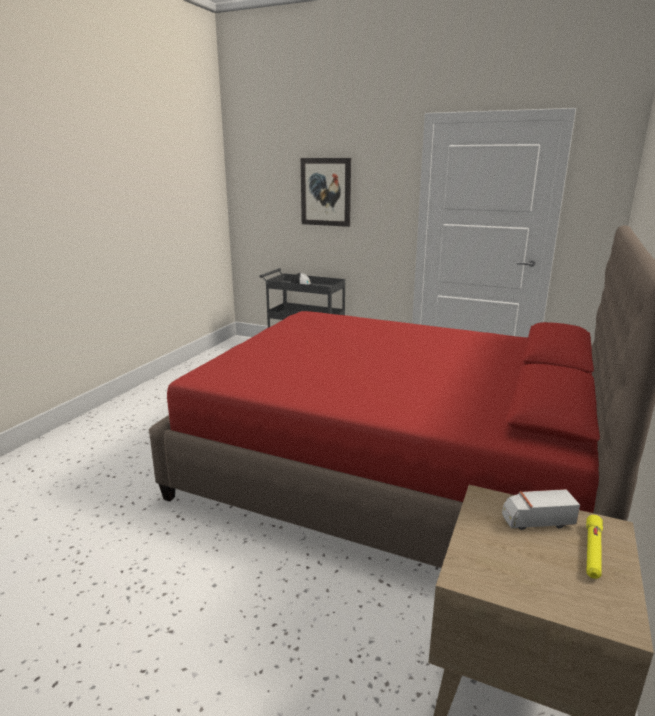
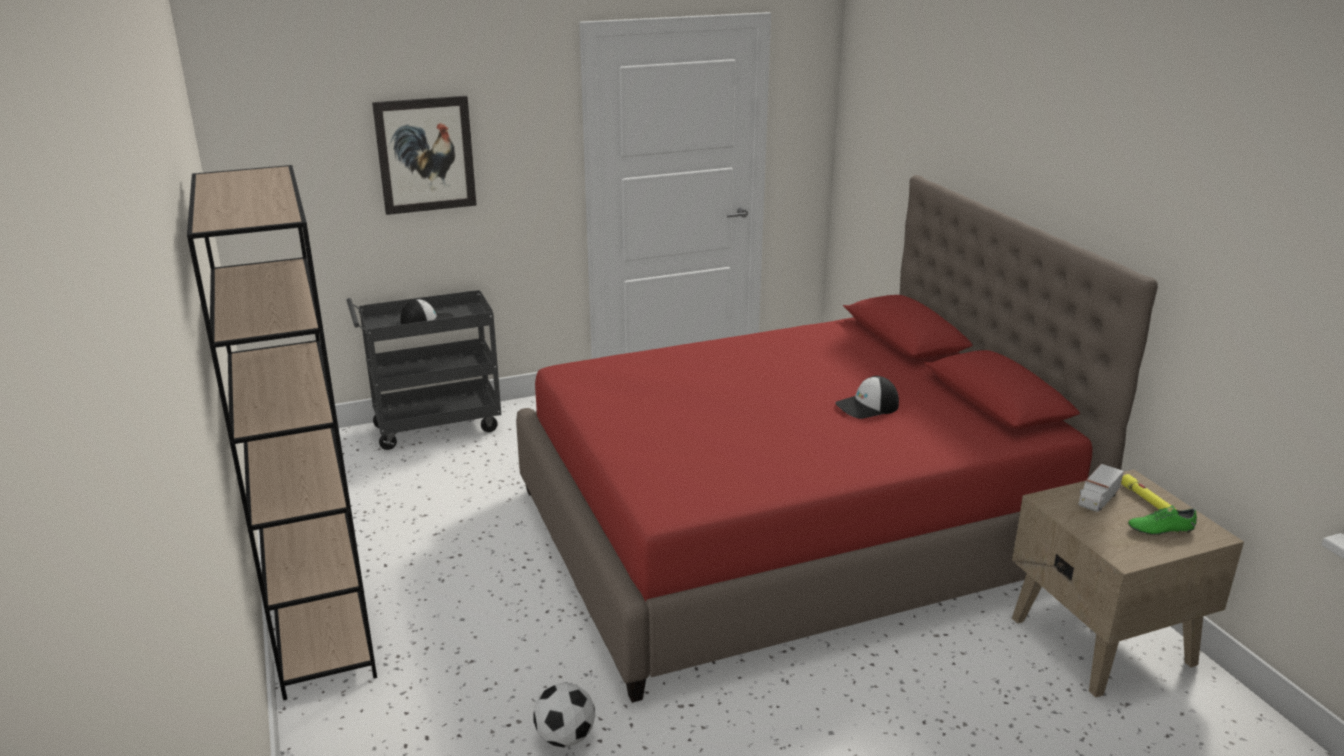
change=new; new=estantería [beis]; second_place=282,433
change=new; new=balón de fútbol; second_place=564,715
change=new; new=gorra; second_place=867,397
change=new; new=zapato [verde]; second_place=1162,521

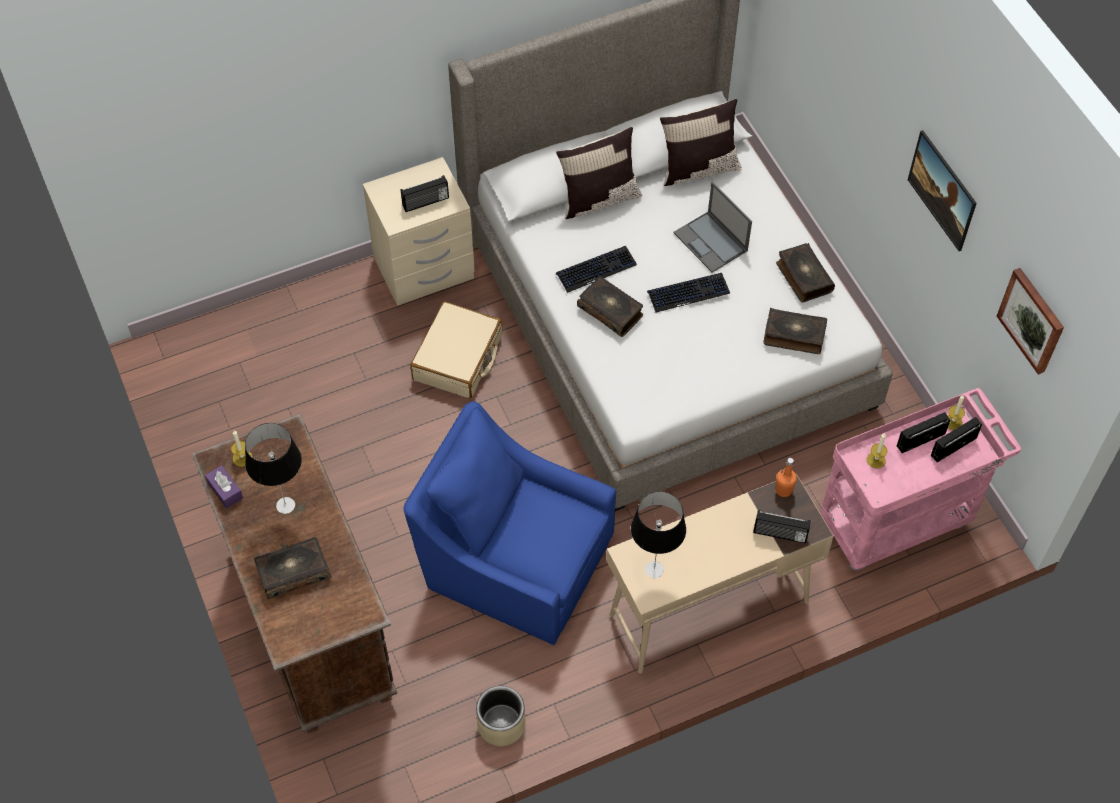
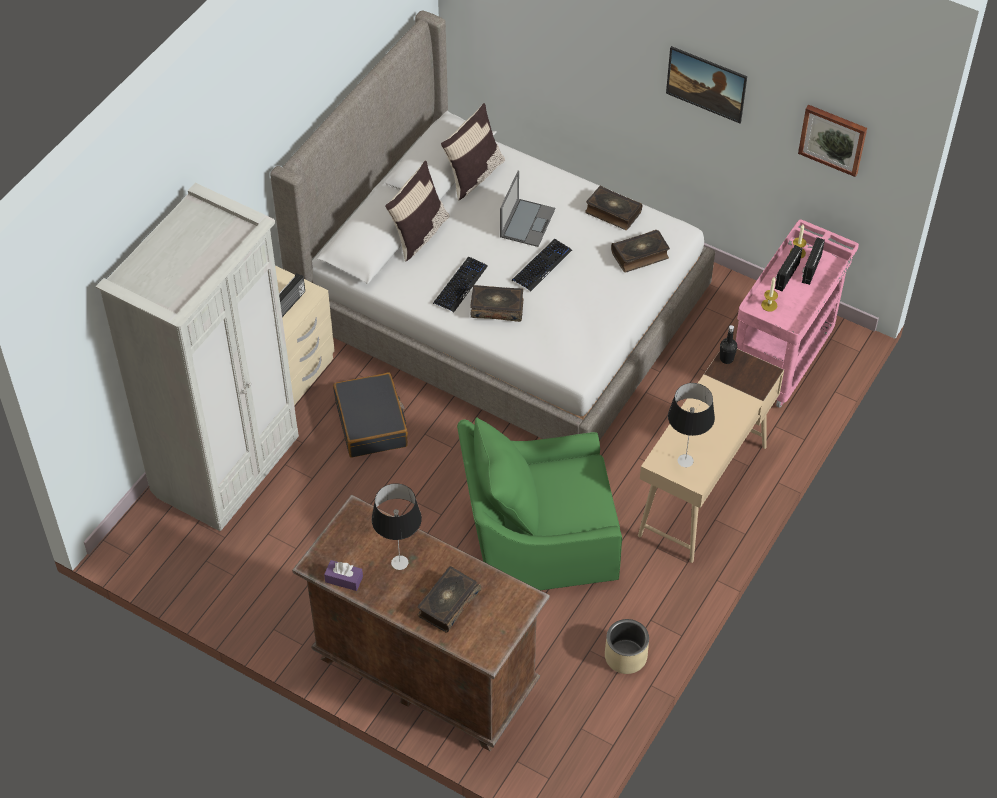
change=new; new=armario ropero [blanco]; second_place=197,357
change=repainted; old=maleta [beis]; new=maleta [negro]; first_place=456,350; second_place=370,415
change=repainted; old=sillón [azul]; new=sillón [verde]; first_place=510,523; second_place=539,503
change=rotated; old=portátil; first_place=713,227; second_place=527,209; degrees=-90
change=repainted; old=botella [naranja]; new=botella [negro]; first_place=786,477; second_place=728,344
change=gone; old=vela; first_place=242,448
change=gone; old=radio; first_place=782,526

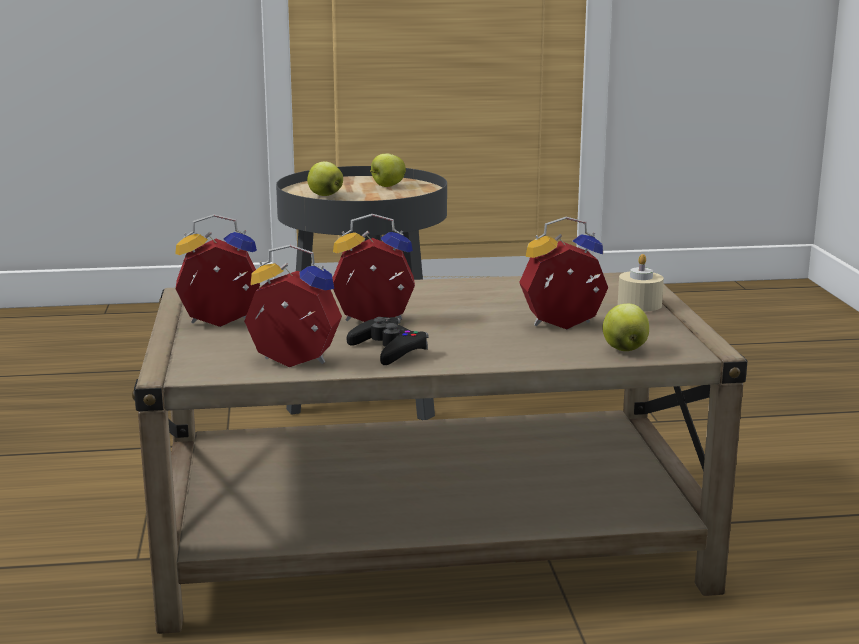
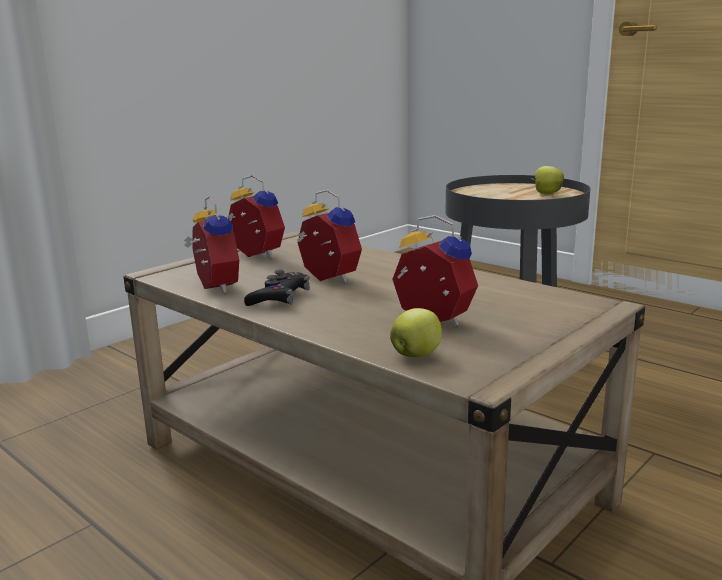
change=gone; old=manzana; first_place=325,178
change=gone; old=vela [beis]; first_place=641,283

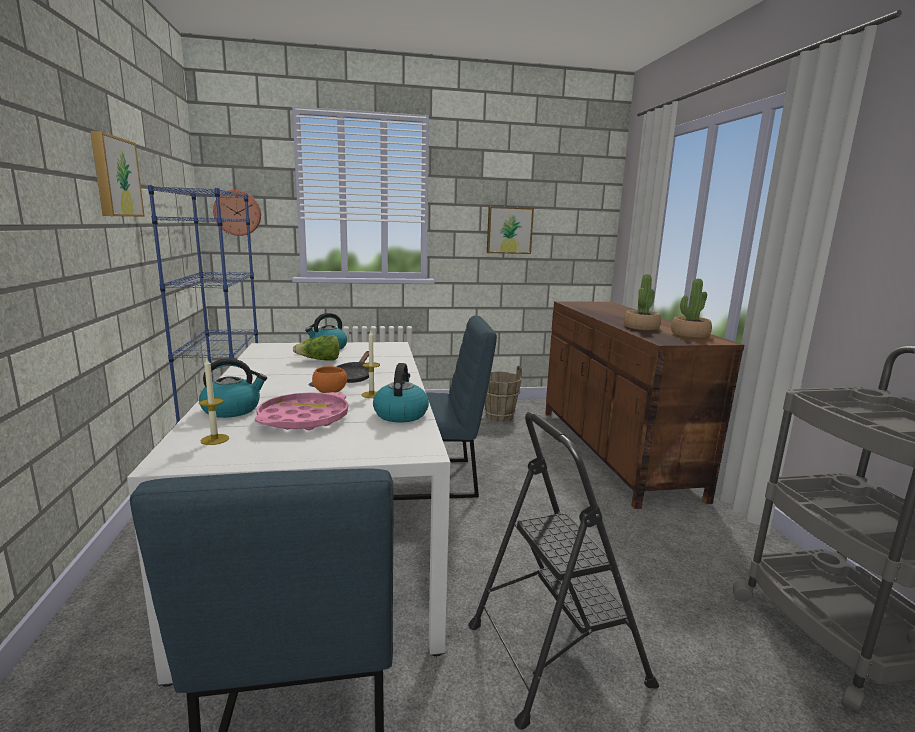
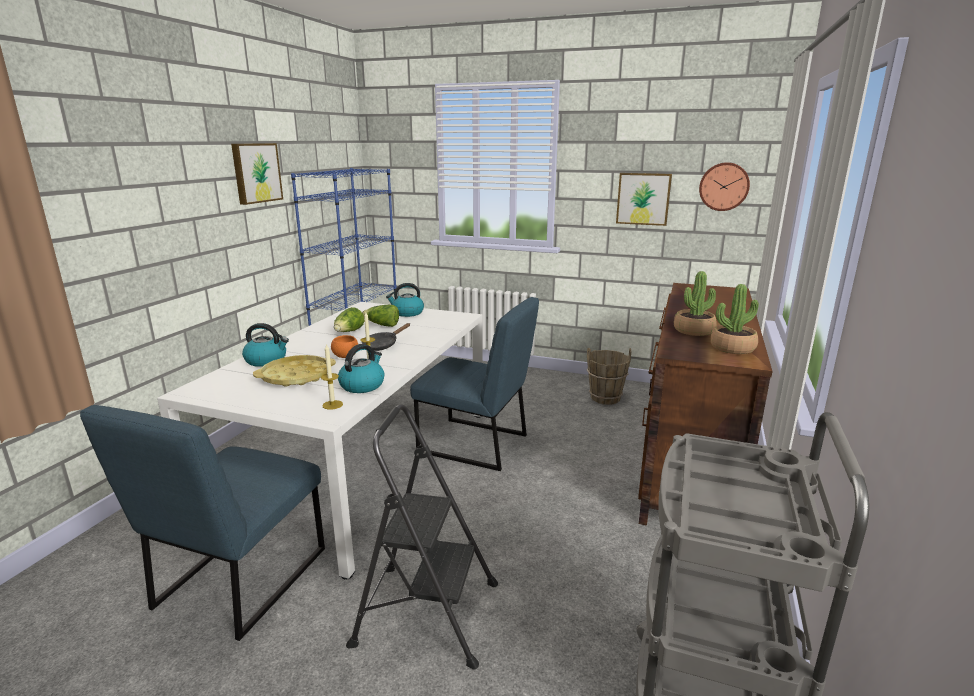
change=repainted; old=bandeja [rosa]; new=bandeja [amarillo]; first_place=301,411; second_place=294,371
change=shifted; old=vela; first_place=214,401; second_place=332,377
change=new; new=lechuga; second_place=349,319
change=shifted; old=reloj de pared; first_place=237,213; second_place=724,186

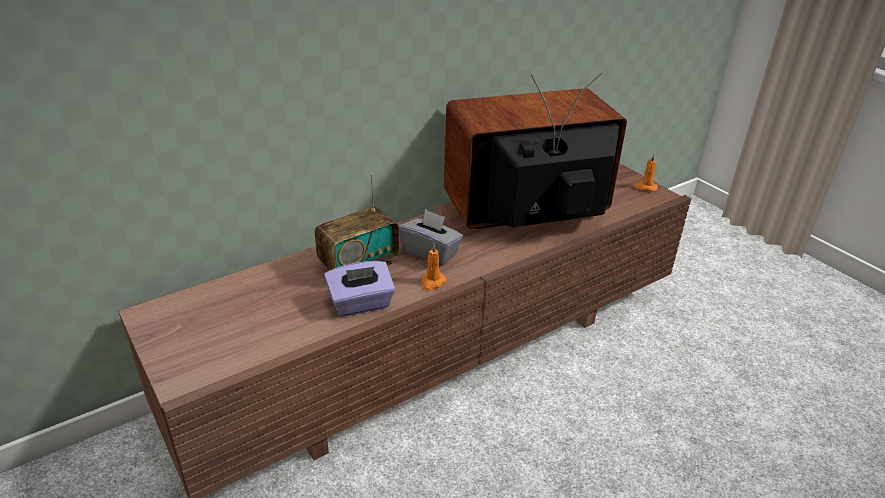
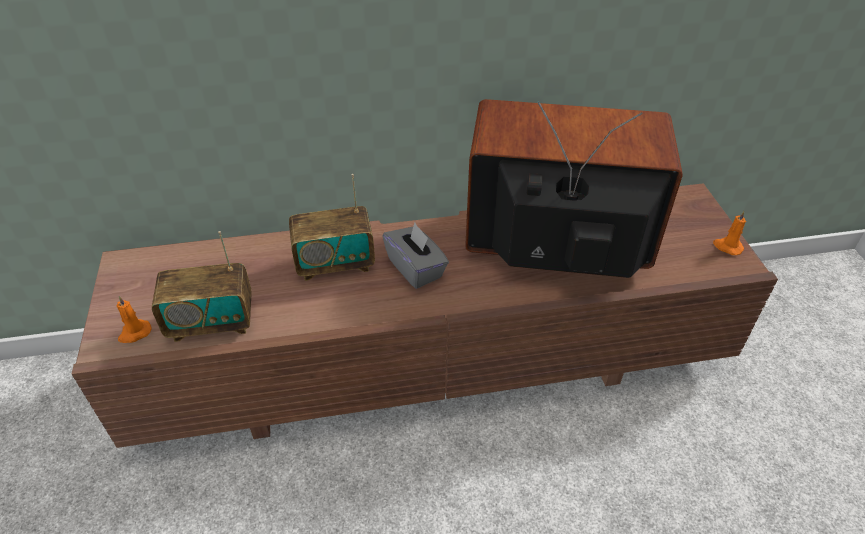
change=shifted; old=vela [naranja]; first_place=433,267; second_place=134,319
change=new; new=radio; second_place=202,286
change=gone; old=caja de pañuelos [morado]; first_place=359,289

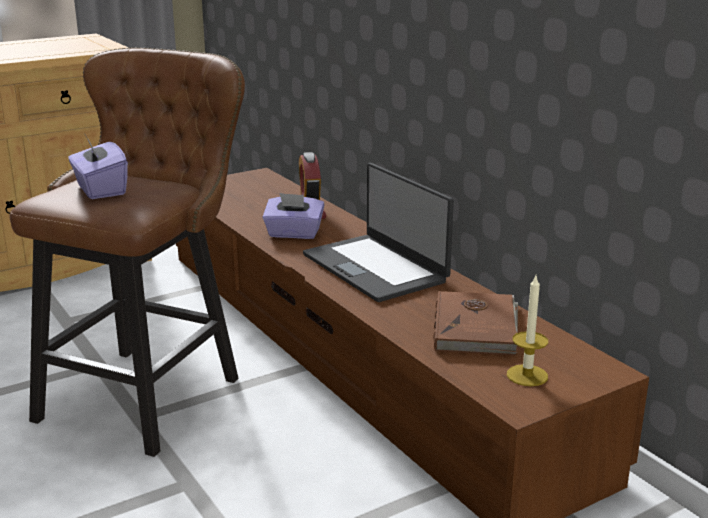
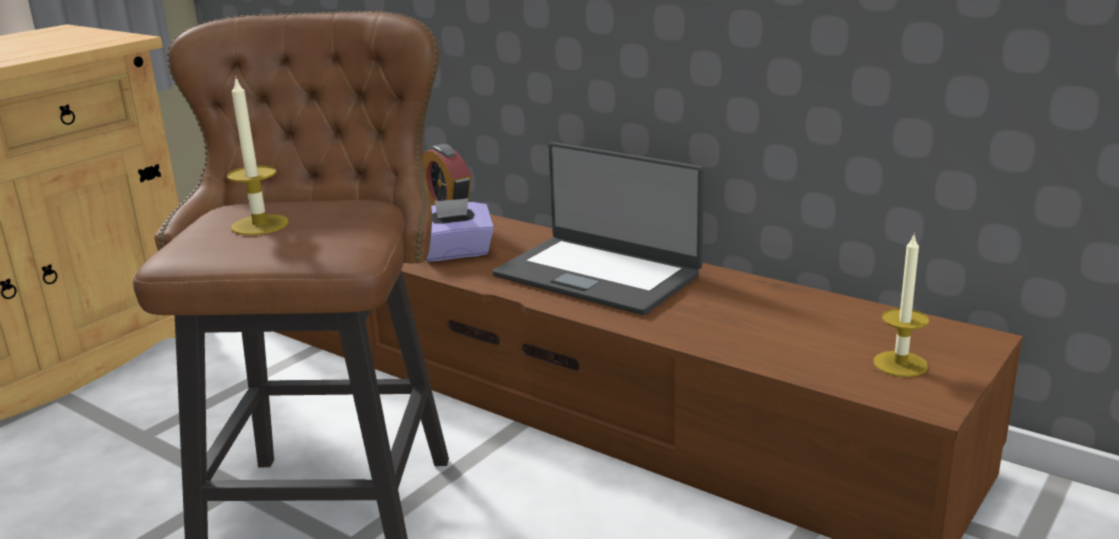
change=swapped; old=caja de pañuelos [morado]; new=vela; first_place=98,166; second_place=257,155
change=gone; old=libro [marrón]; first_place=475,323

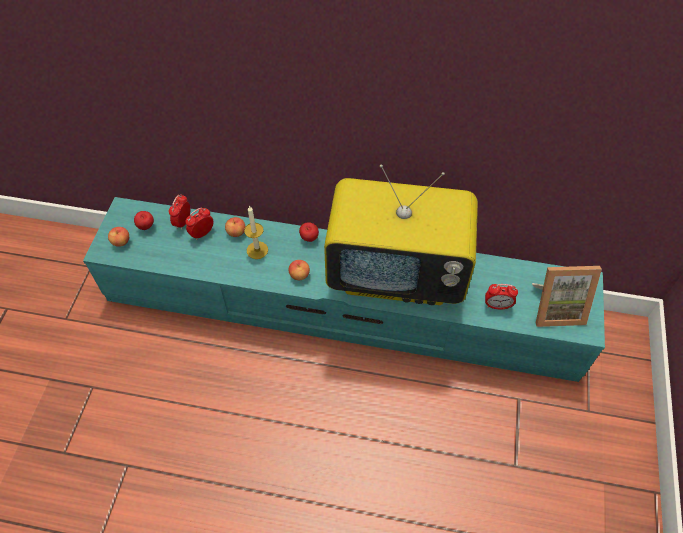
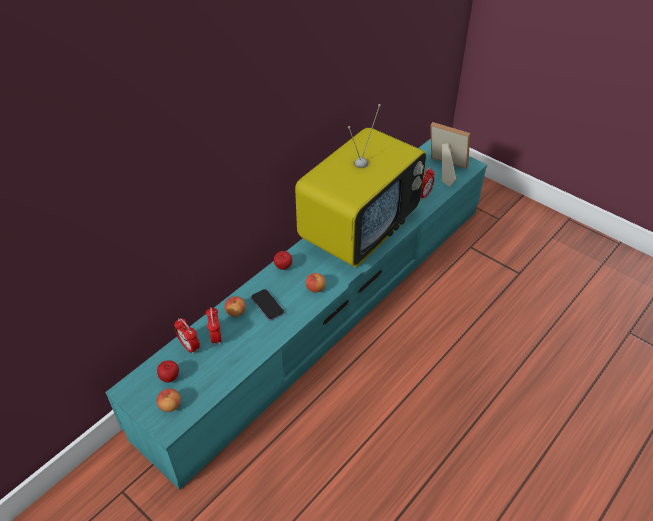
change=swapped; old=vela; new=móvil; first_place=256,232; second_place=267,305
change=rotated; old=portarretratos; first_place=567,296; second_place=450,154; degrees=-90

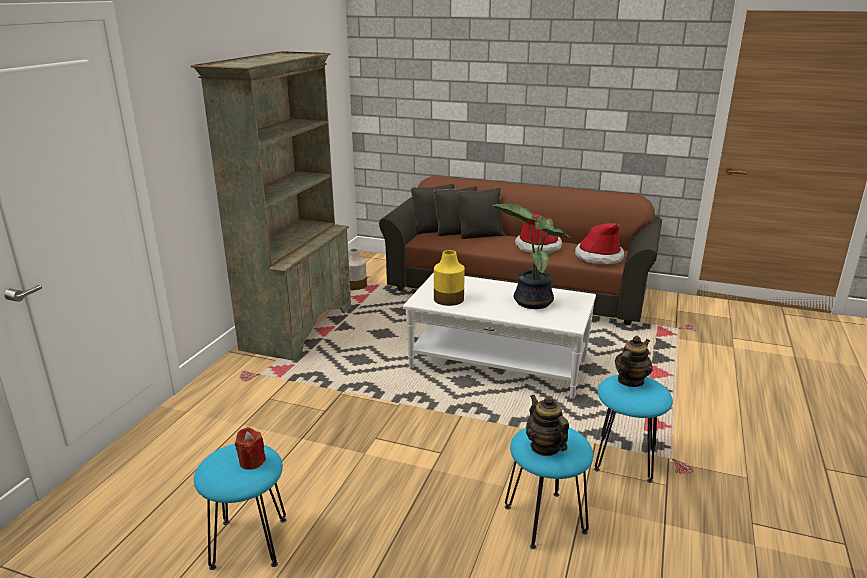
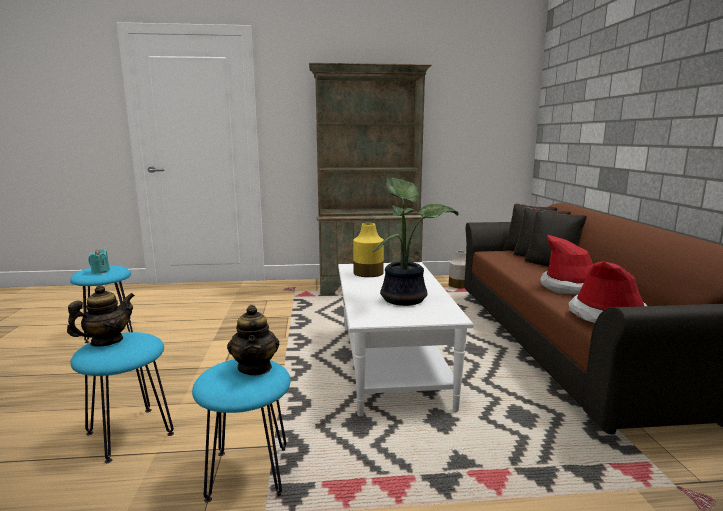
change=repainted; old=vela [rojo]; new=vela [turquesa]; first_place=250,448; second_place=99,261
change=rotated; old=tetera; first_place=634,361; second_place=253,340; degrees=60

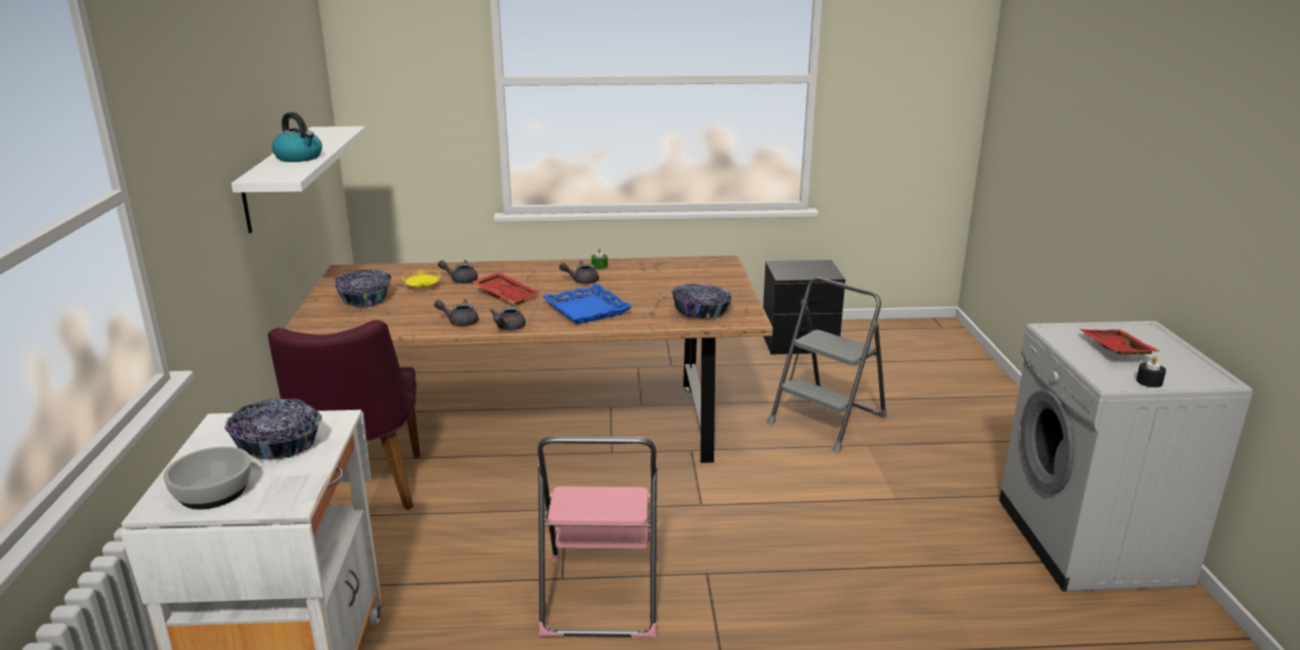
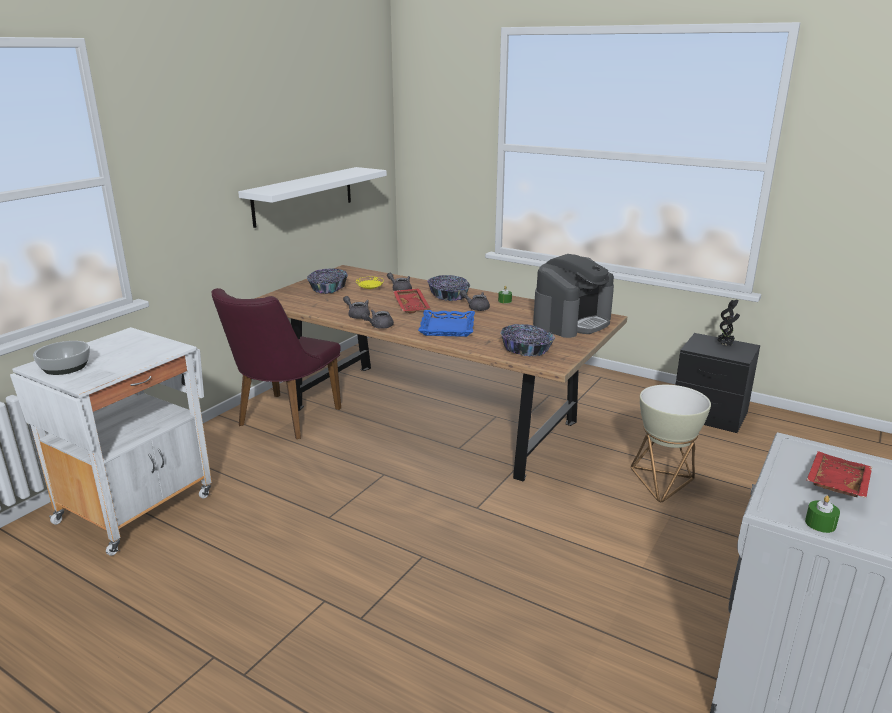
change=shifted; old=cuenco; first_place=273,429; second_place=448,288
change=new; new=cafetera; second_place=573,296
change=swapped; old=escalera de tijera [gris]; new=maceta; first_place=826,364; second_place=671,443
change=new; new=planta en maceta; second_place=729,322
change=repainted; old=vela [negro]; new=vela [verde]; first_place=1151,371; second_place=822,514
change=gone; old=hervidor; first_place=297,137
change=gone; old=escalera de tijera [rosa]; first_place=598,537

